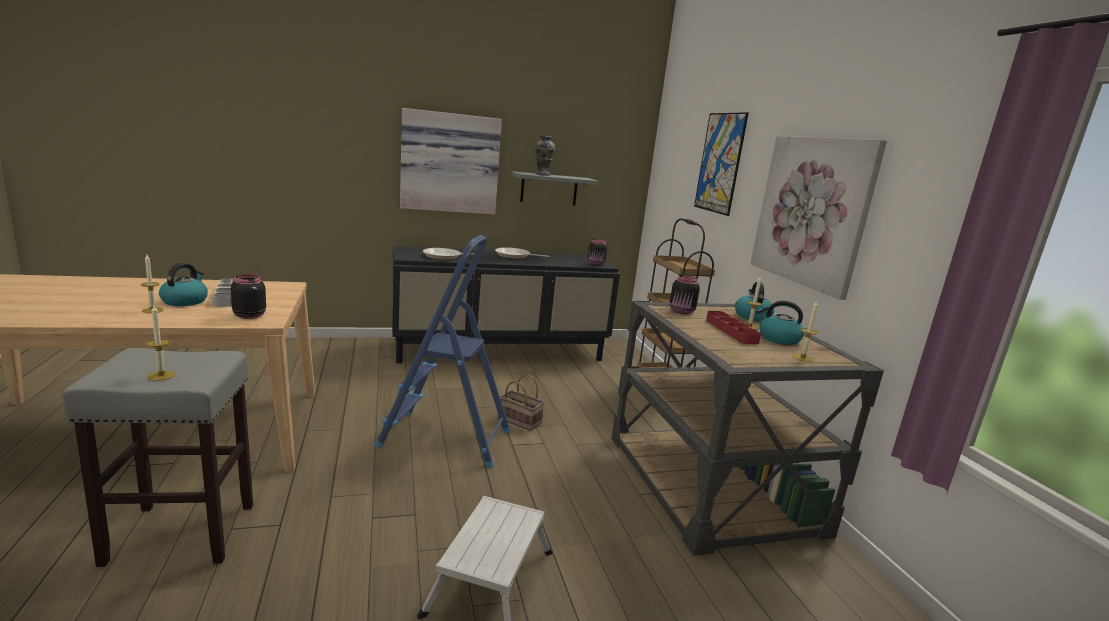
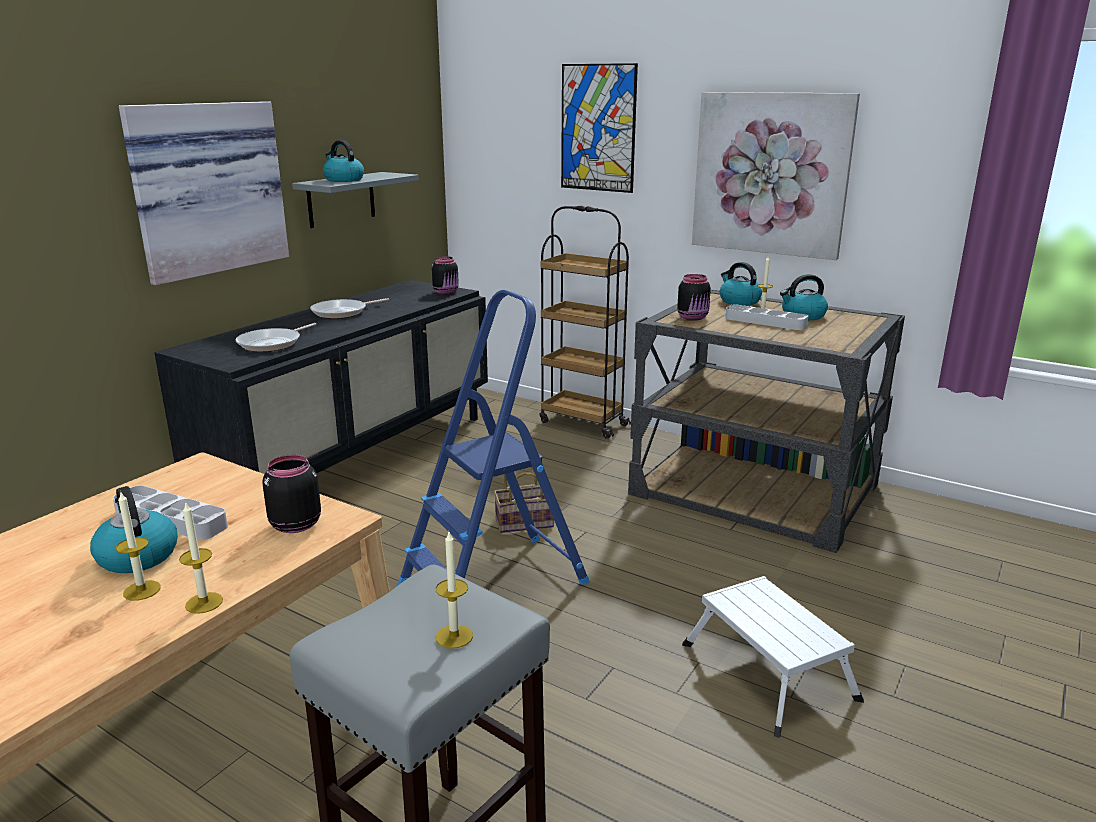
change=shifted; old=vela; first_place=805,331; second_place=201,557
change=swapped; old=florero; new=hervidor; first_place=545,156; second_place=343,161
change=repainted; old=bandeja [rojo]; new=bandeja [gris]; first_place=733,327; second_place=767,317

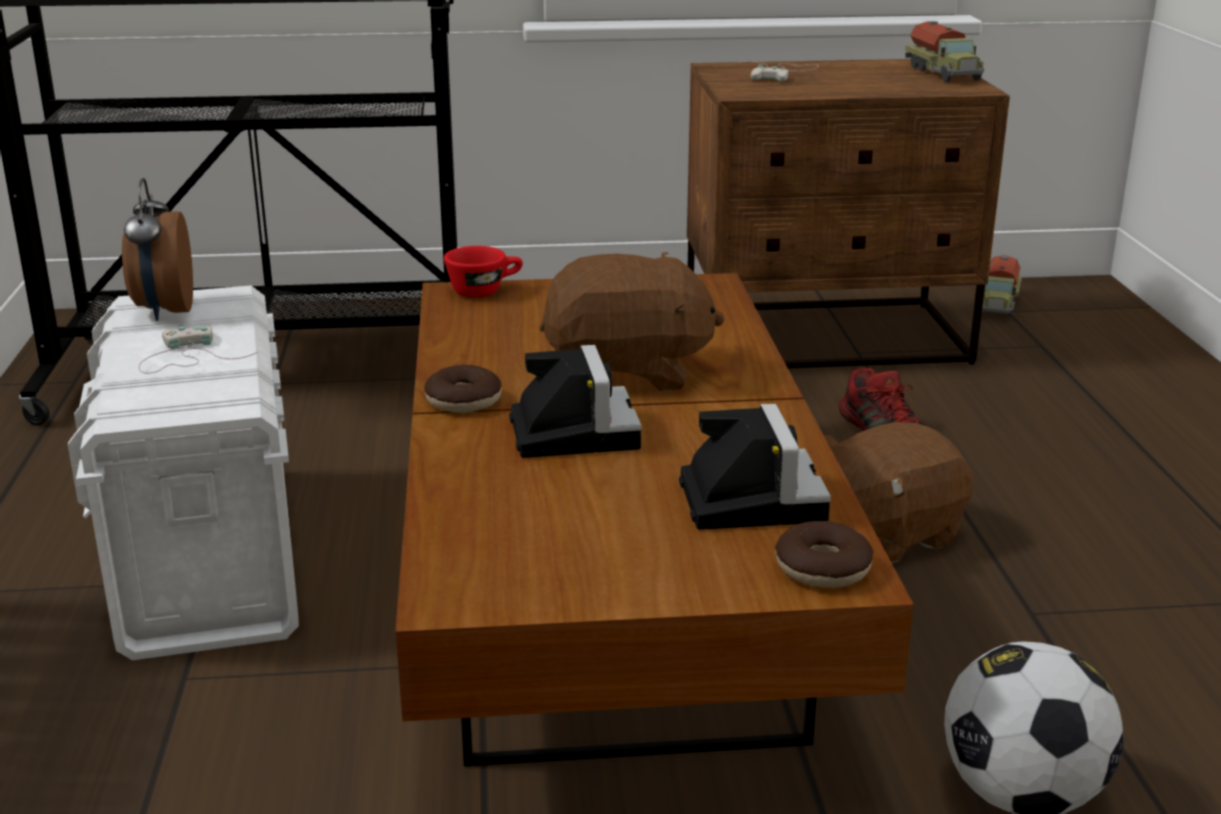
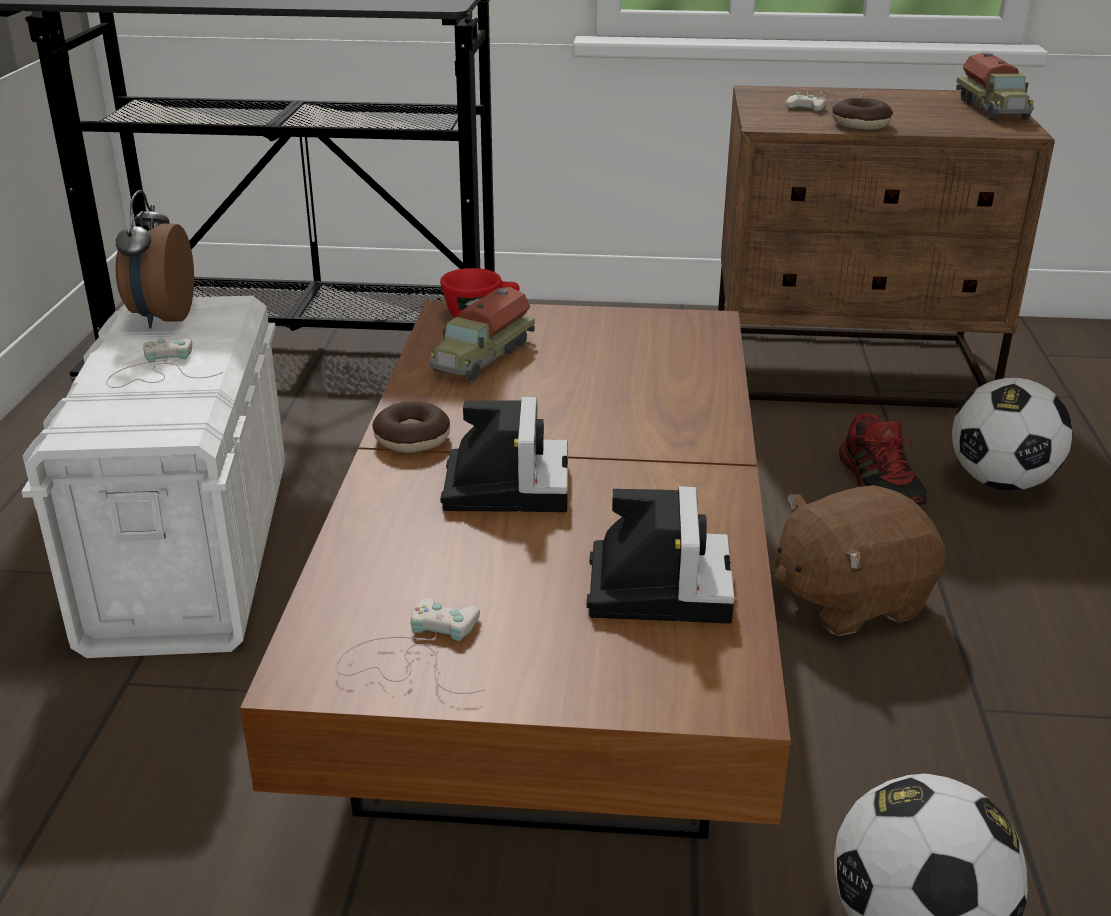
change=new; new=mando de consola [blanco]; second_place=410,646
change=shifted; old=camión de juguete; first_place=1002,286; second_place=482,333
change=shifted; old=rosquilla; first_place=824,554; second_place=862,114
change=new; new=balón de fútbol; second_place=1012,434
change=gone; old=peluche [marrón]; first_place=632,321

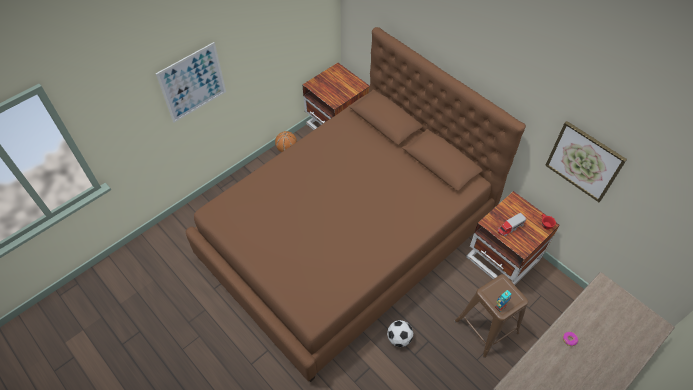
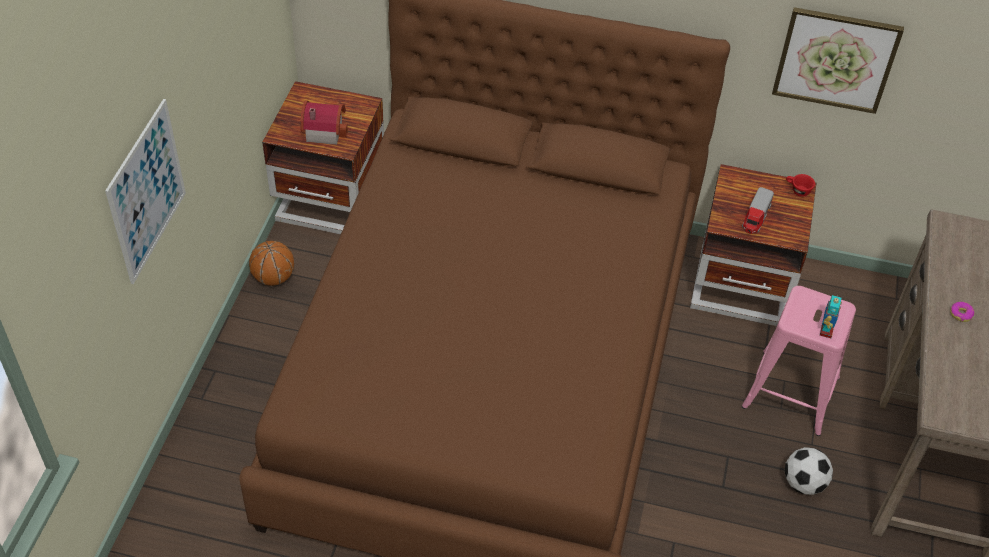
change=new; new=casita; second_place=324,123
change=repainted; old=taburete [marrón]; new=taburete [rosa]; first_place=491,316; second_place=799,361
change=shifted; old=balón de fútbol; first_place=400,333; second_place=809,471

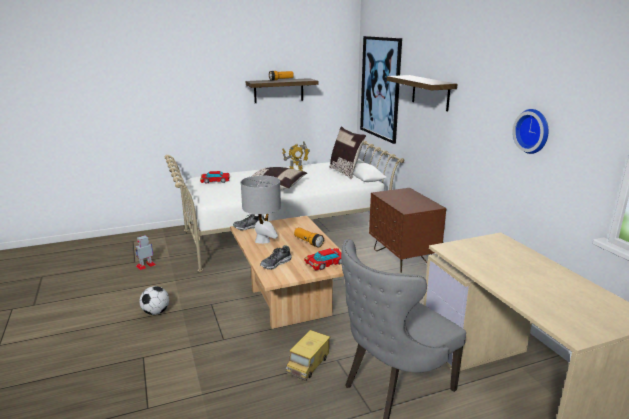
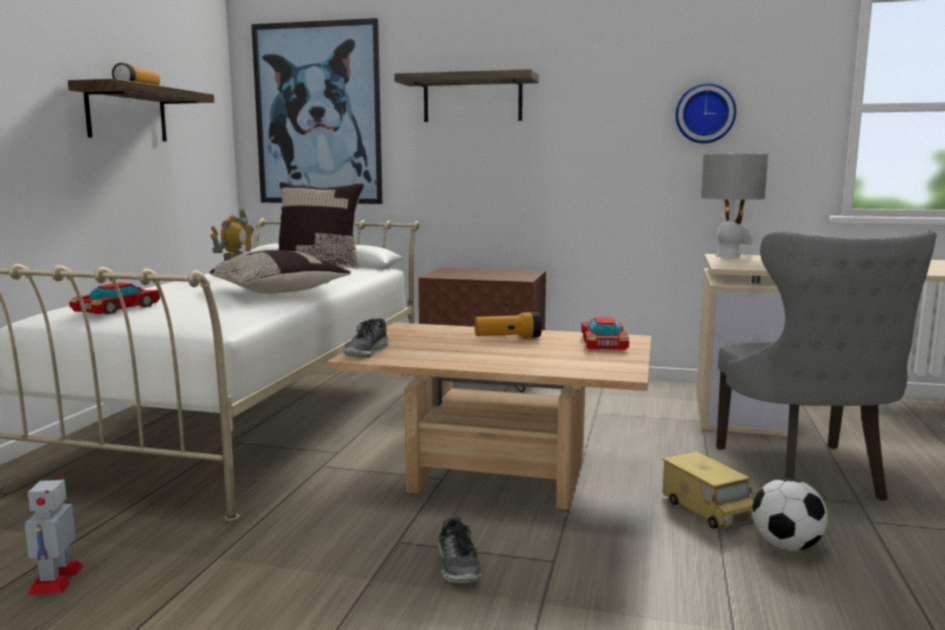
change=shifted; old=zapato; first_place=276,257; second_place=460,550
change=shifted; old=lámpara de mesa [gris]; first_place=261,209; second_place=734,205
change=shifted; old=balón de fútbol; first_place=154,300; second_place=790,514

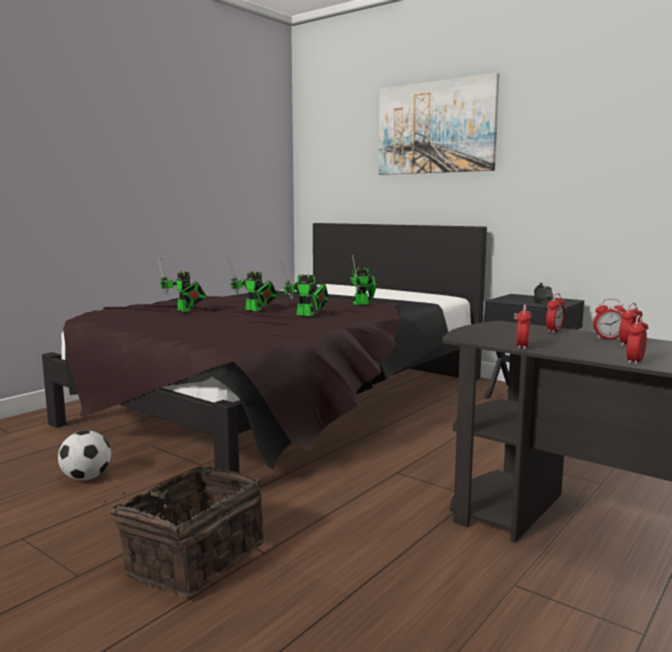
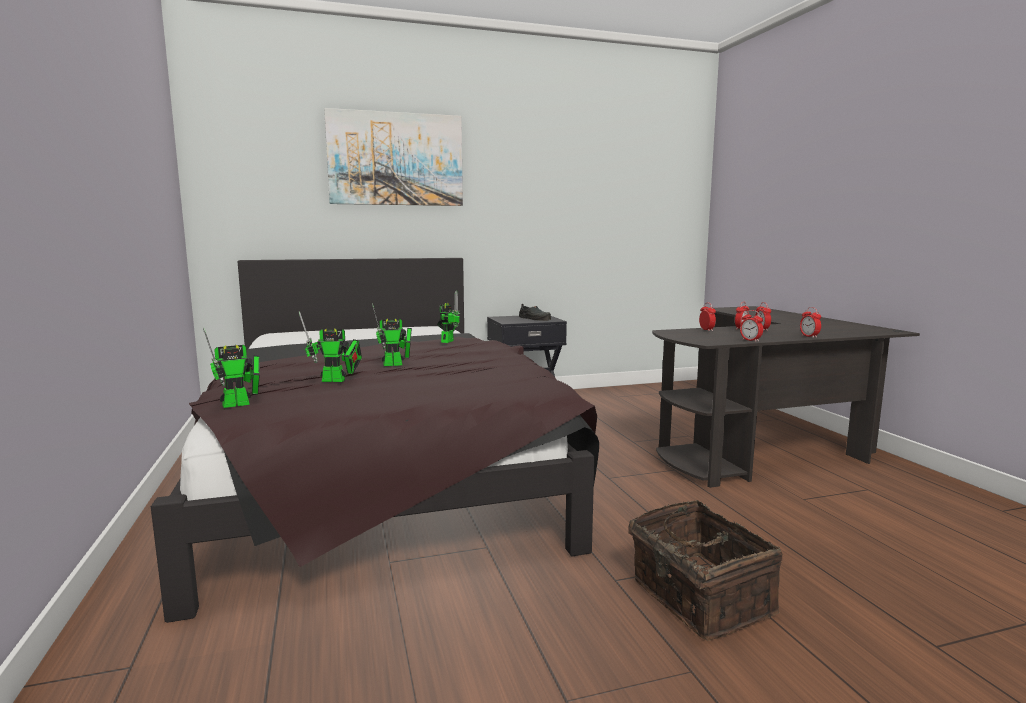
change=shifted; old=robot de juguete; first_place=305,288; second_place=231,367
change=gone; old=balón de fútbol; first_place=84,455

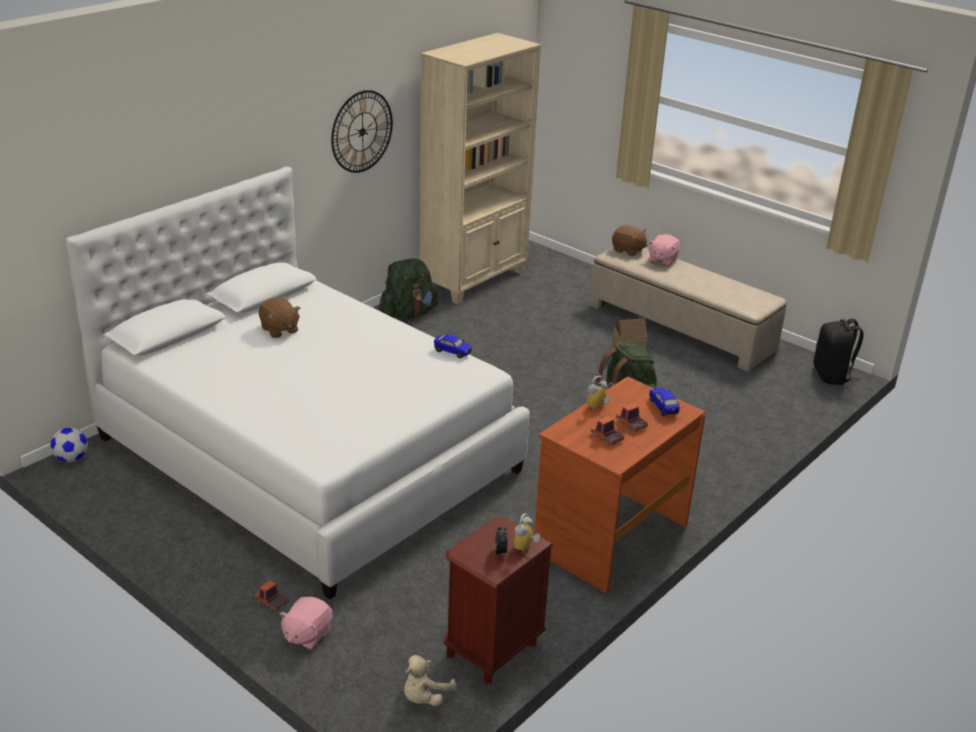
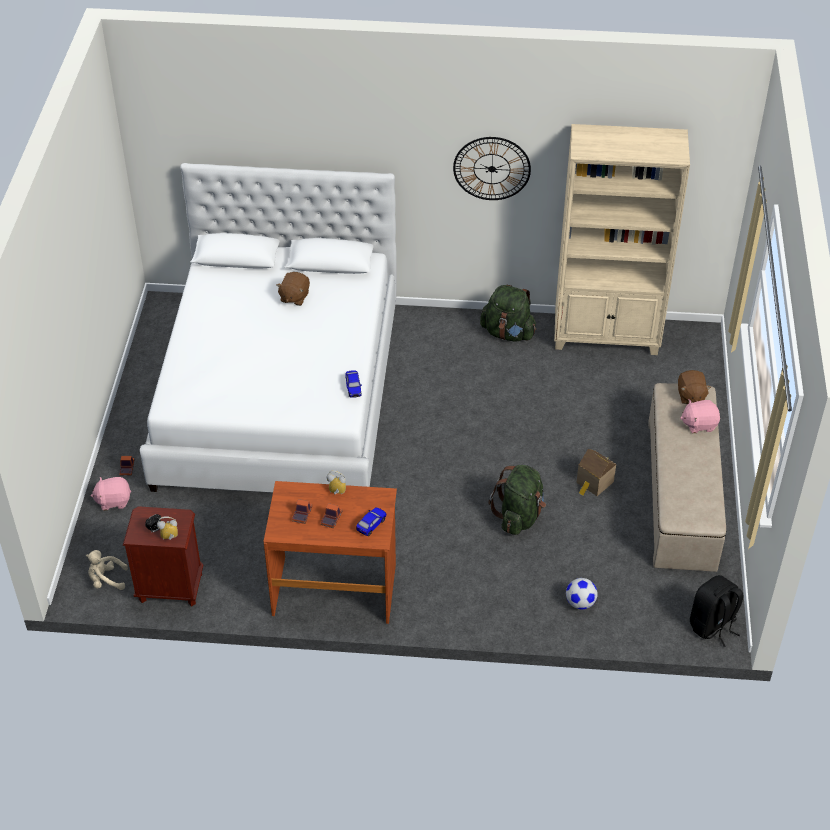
change=shifted; old=balón de fútbol; first_place=69,444; second_place=582,594

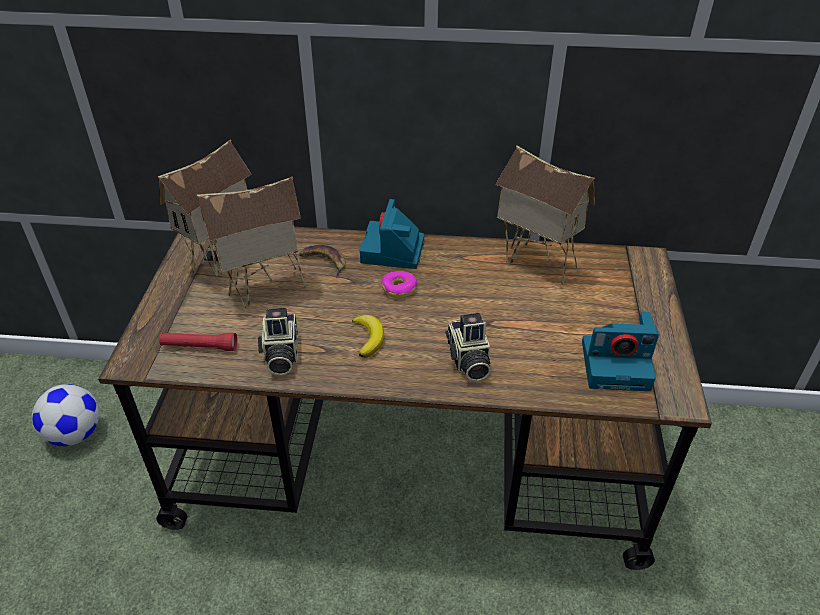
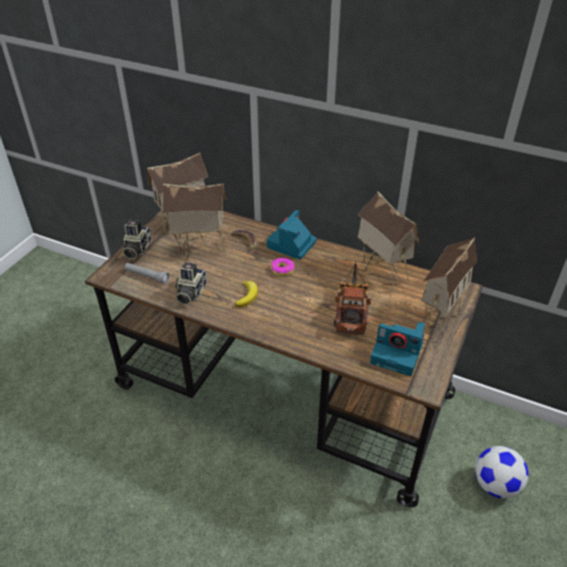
change=shifted; old=cámara; first_place=468,347; second_place=136,239
change=repainted; old=linterna [rojo]; new=linterna [gris]; first_place=198,342; second_place=147,273
change=new; new=camión de juguete; second_place=352,298
change=new; new=casita; second_place=449,290
change=shifted; old=balón de fútbol; first_place=66,415; second_place=501,472

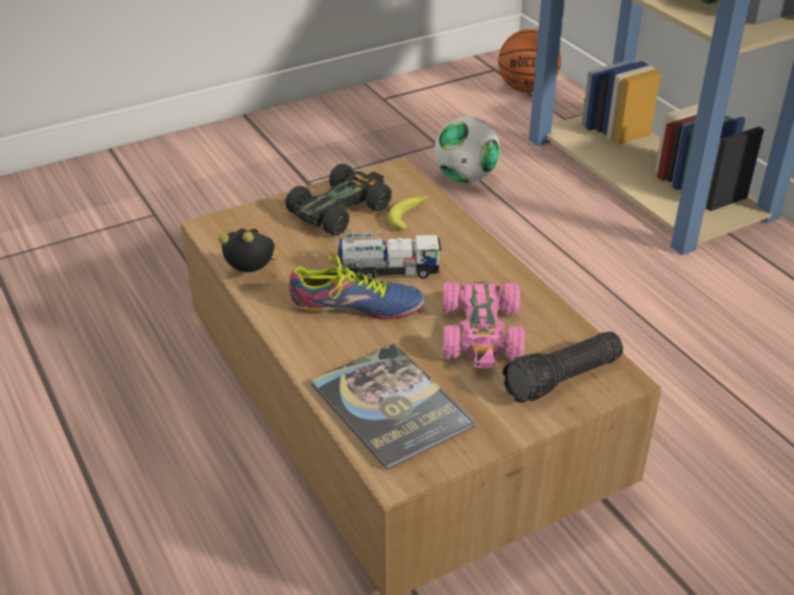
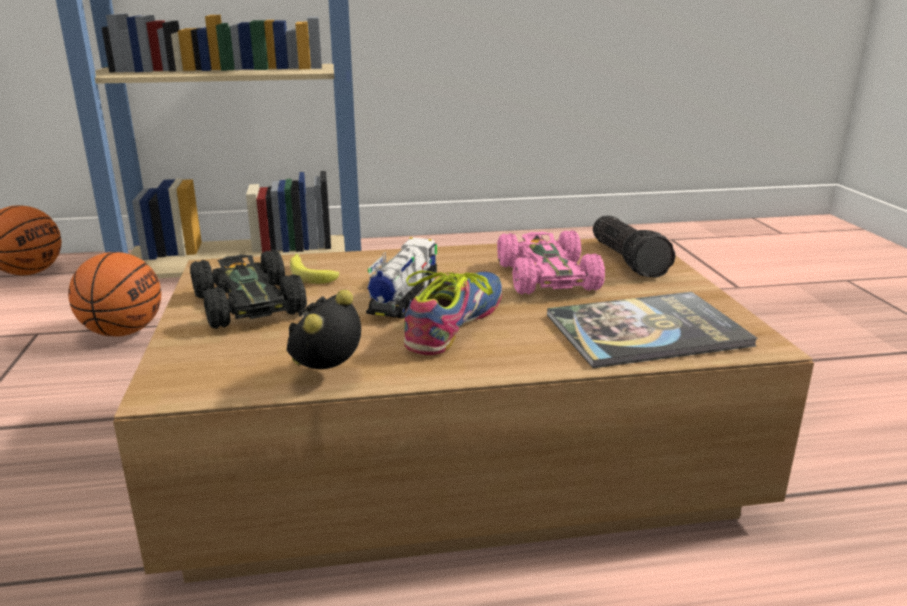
change=swapped; old=balón de fútbol; new=balón de baloncesto; first_place=467,150; second_place=114,294
change=rotated; old=coche de juguete [rosa]; first_place=484,325; second_place=551,262; degrees=-120

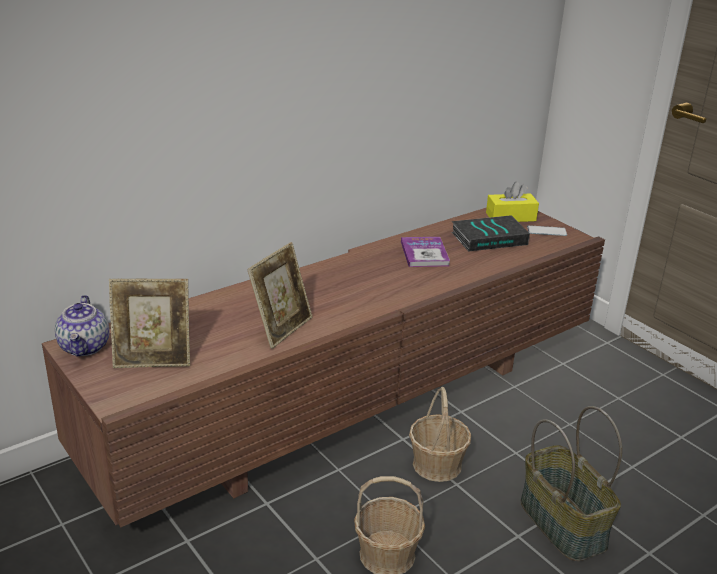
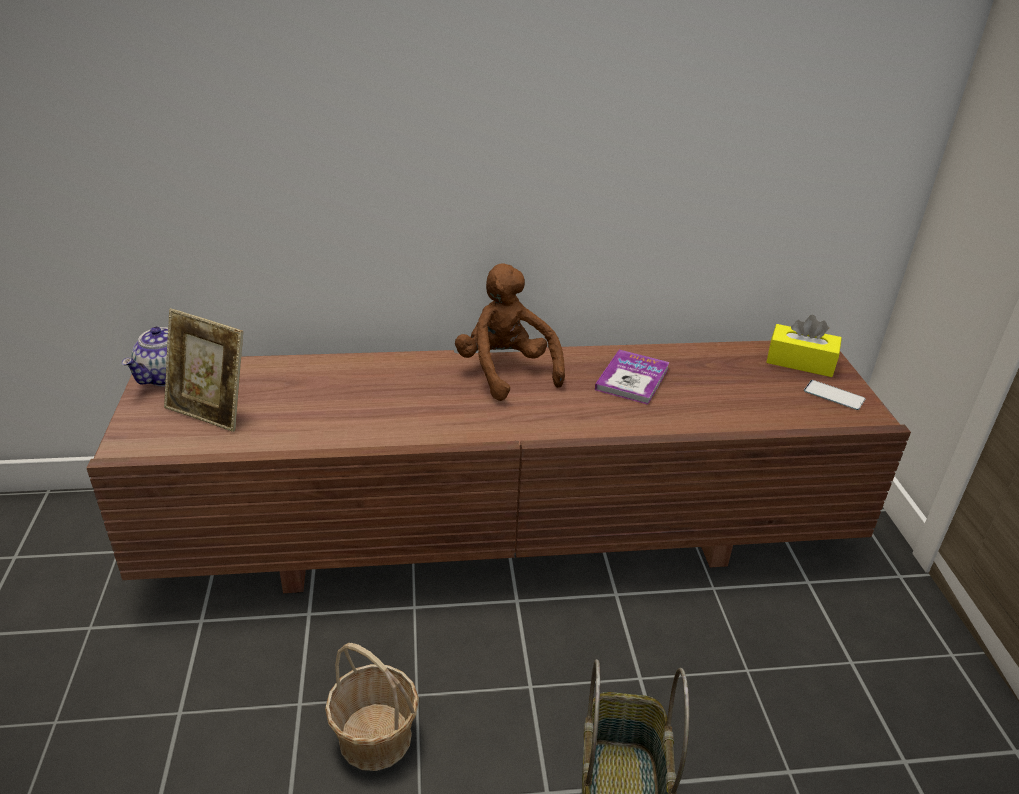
change=new; new=peluche [marrón]; second_place=510,332
change=gone; old=portarretratos; first_place=280,295
change=gone; old=cesta; first_place=440,434
change=gone; old=libro; first_place=491,233

